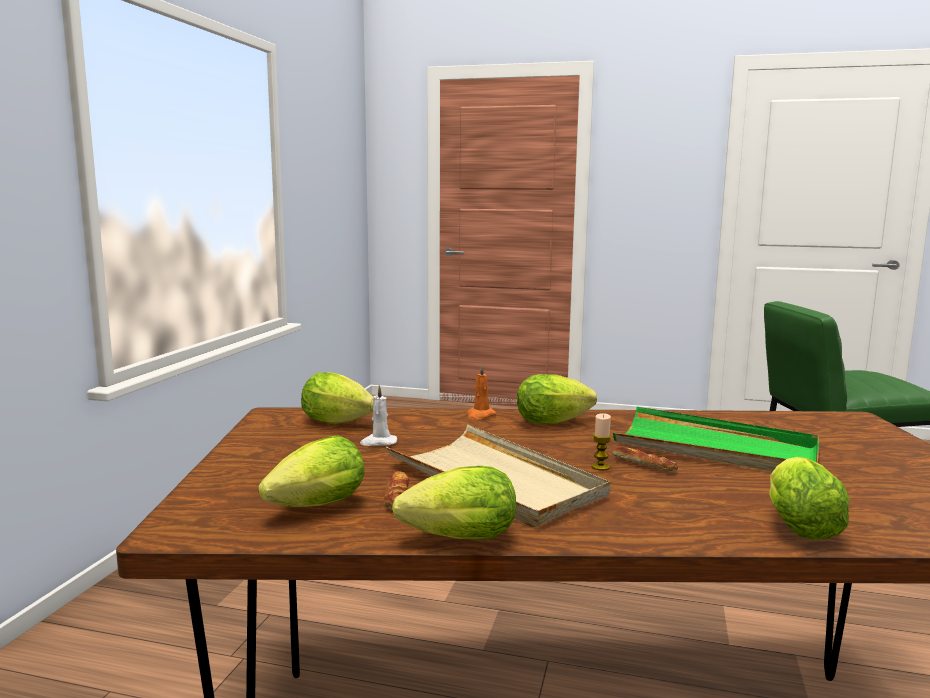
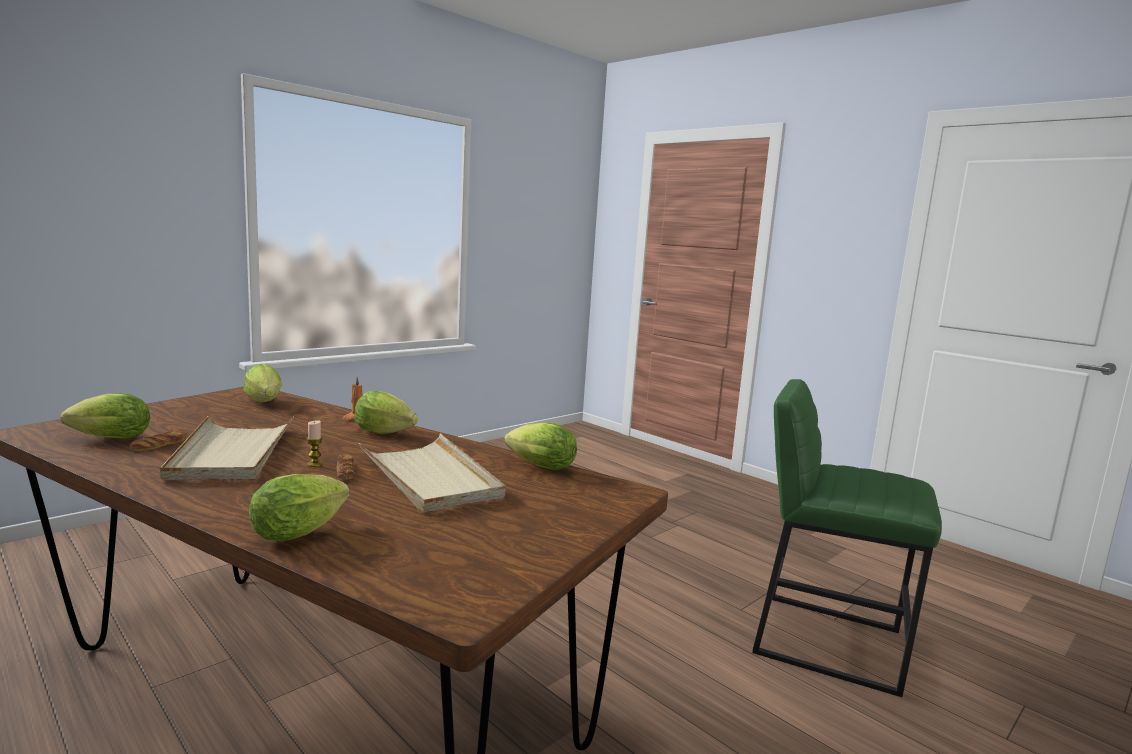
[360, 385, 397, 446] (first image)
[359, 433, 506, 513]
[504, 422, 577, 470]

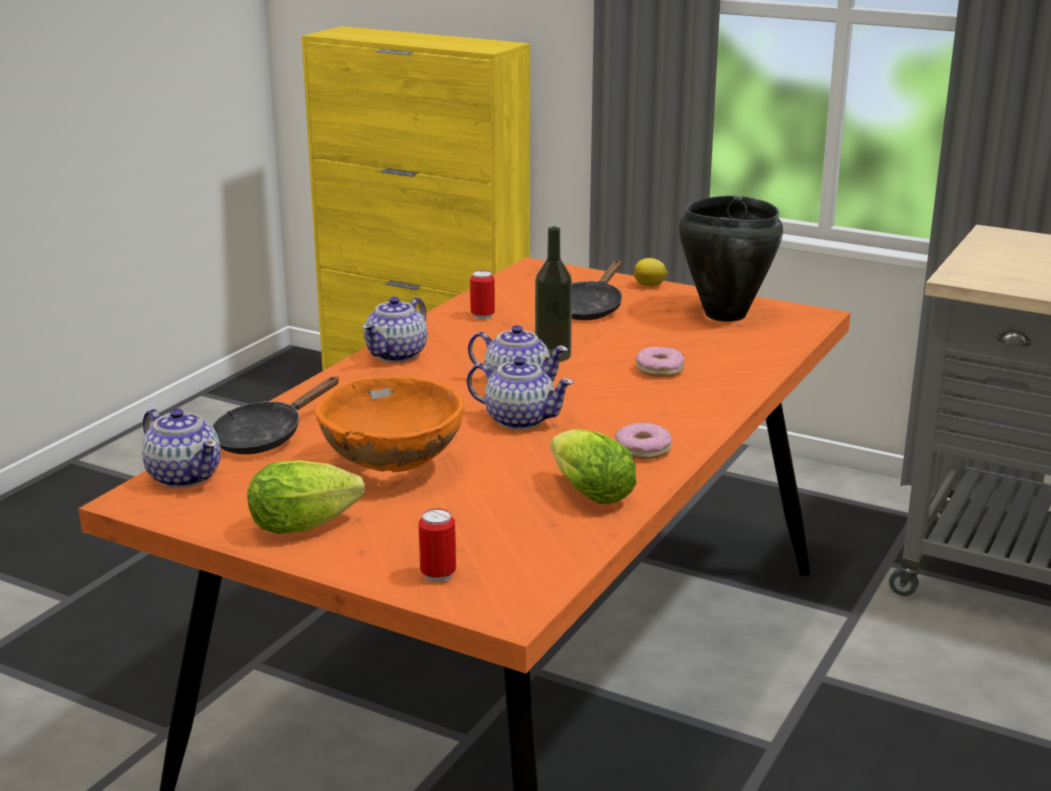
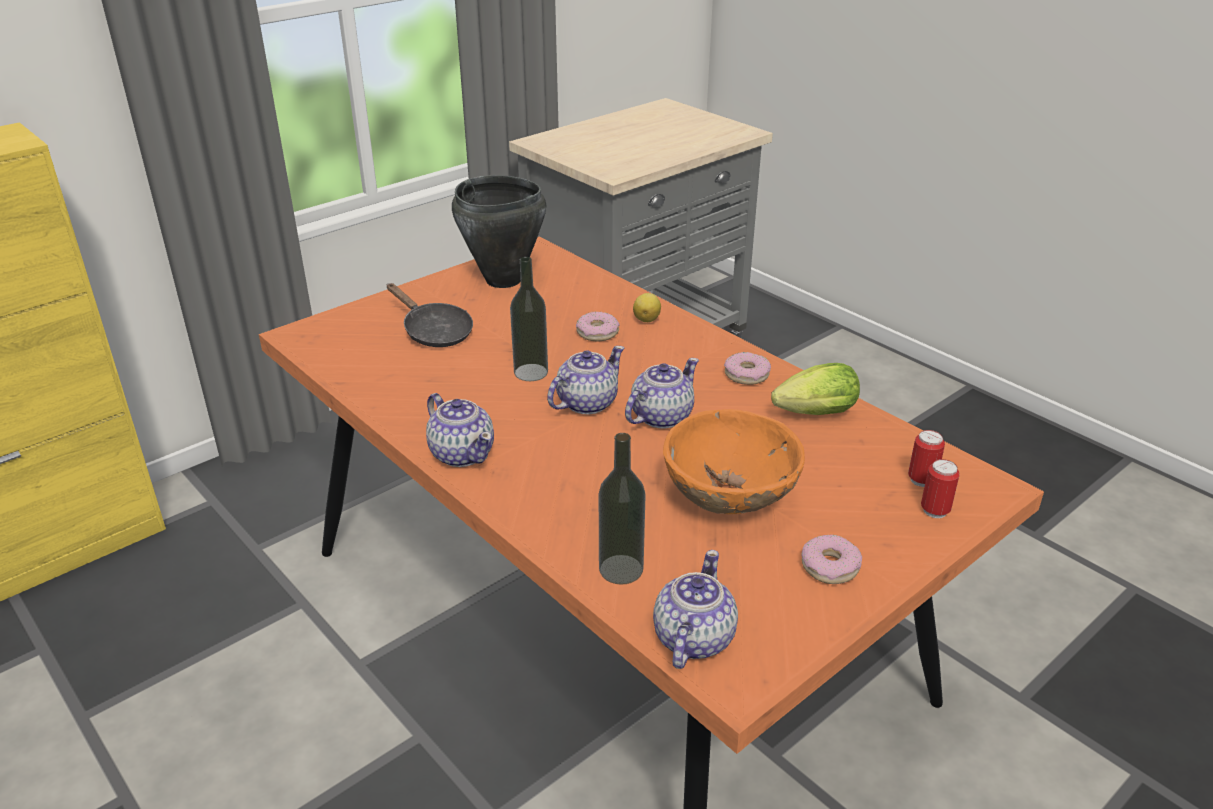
[633, 293, 661, 322]
[908, 430, 945, 487]
[599, 433, 646, 585]
[653, 550, 738, 669]
[801, 535, 862, 584]

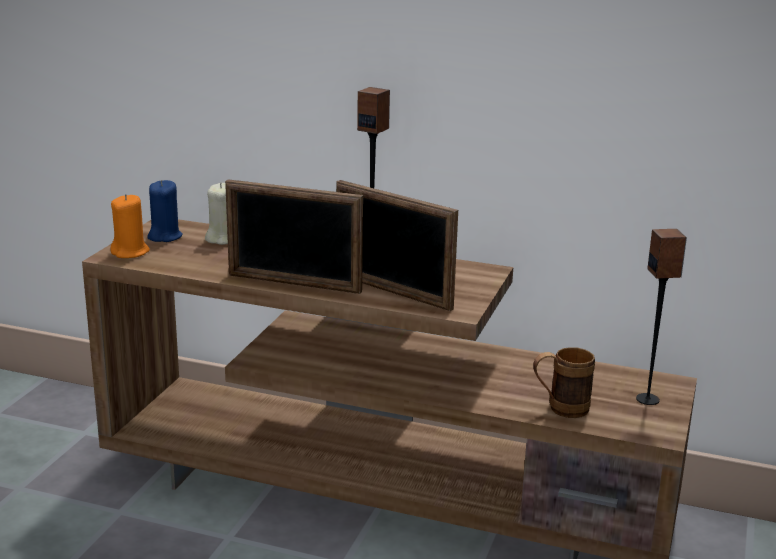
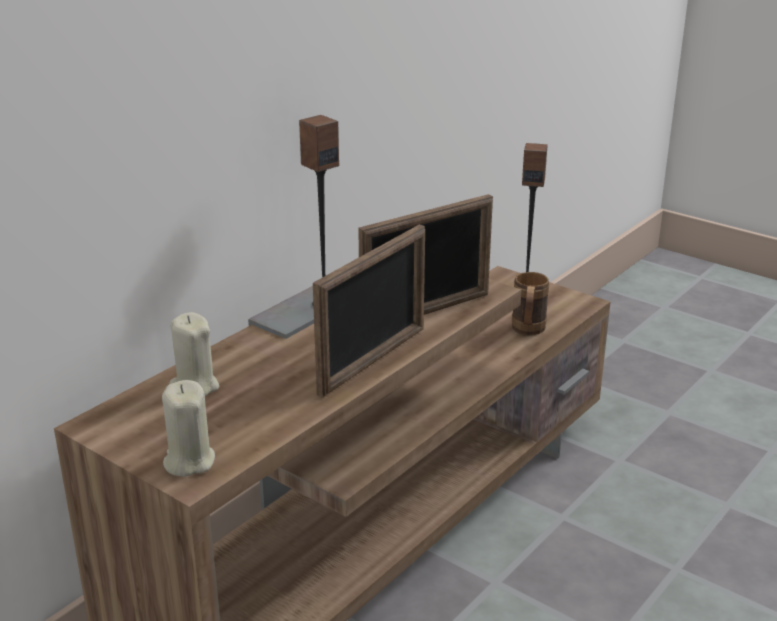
[147, 180, 183, 242] (first image)
[162, 380, 215, 477]

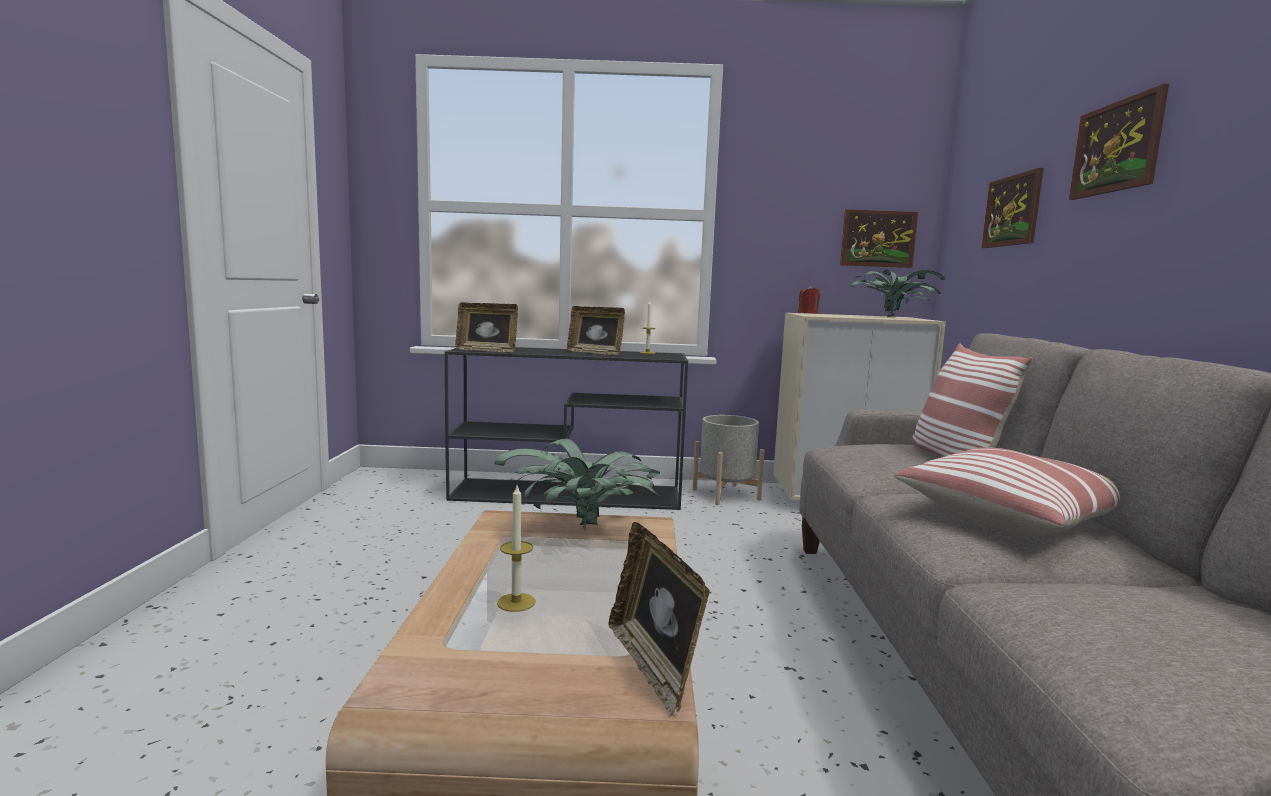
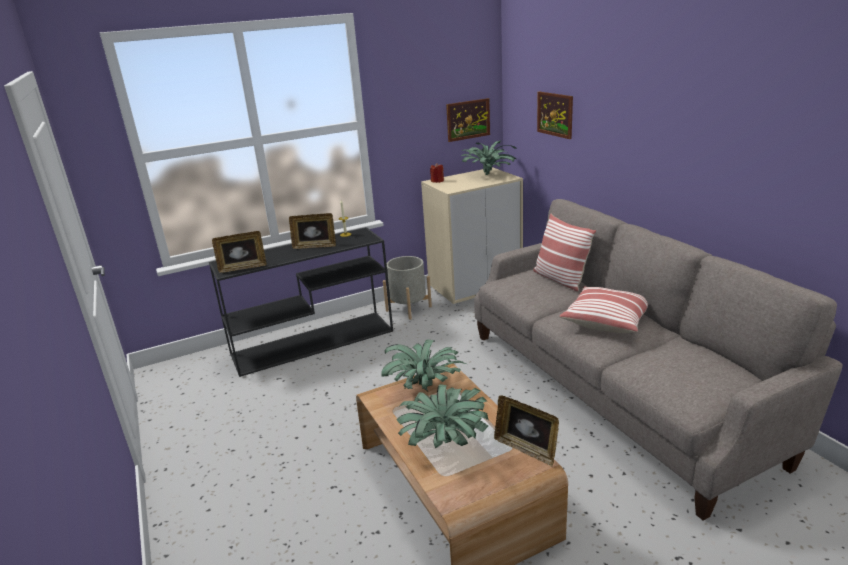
[1069, 84, 1169, 200] (first image)
[396, 384, 489, 449]

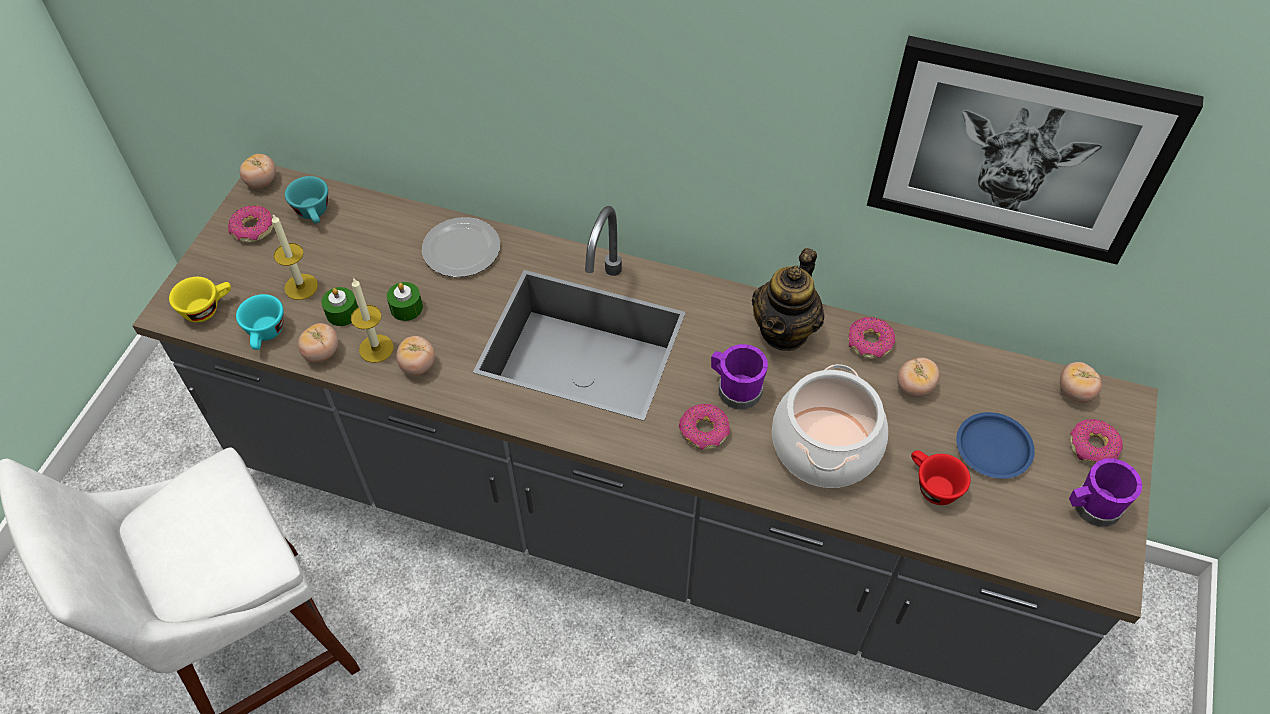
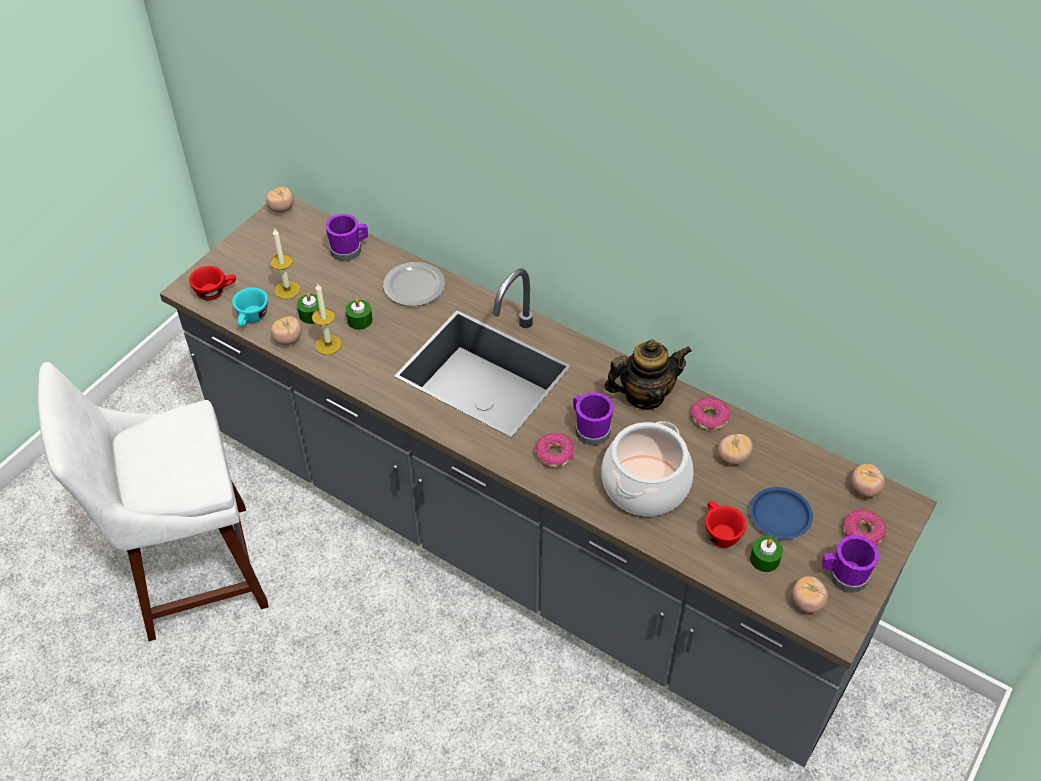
[867, 36, 1203, 264] (first image)
[285, 176, 328, 223] (first image)
[228, 205, 274, 242] (first image)
[604, 340, 692, 410]
[189, 266, 236, 300]
[792, 576, 828, 613]
[326, 214, 368, 262]
[750, 536, 783, 572]

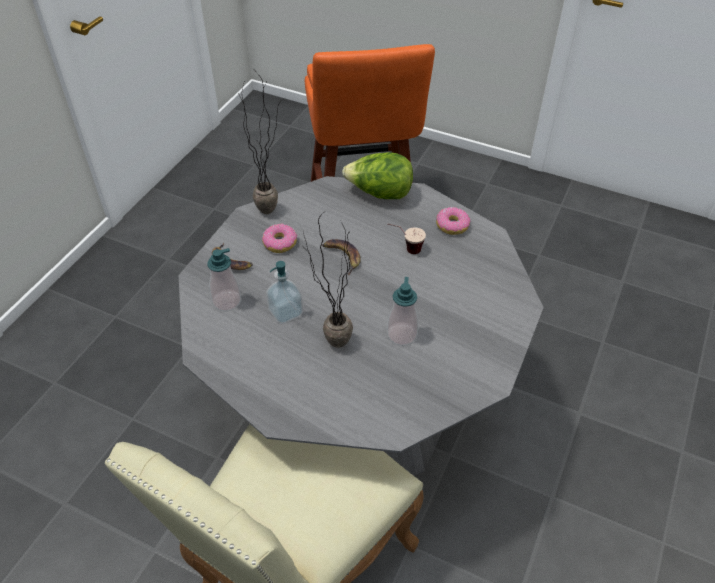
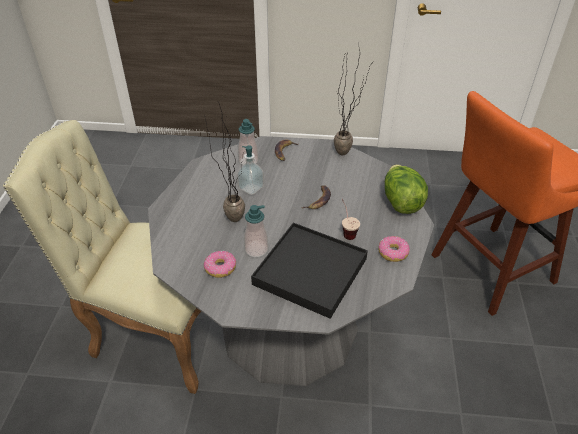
[204, 250, 236, 278]
[251, 223, 368, 319]

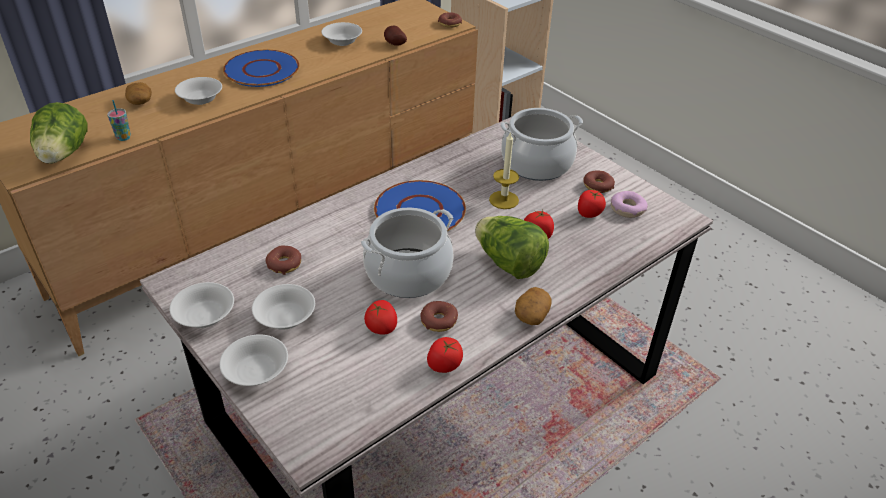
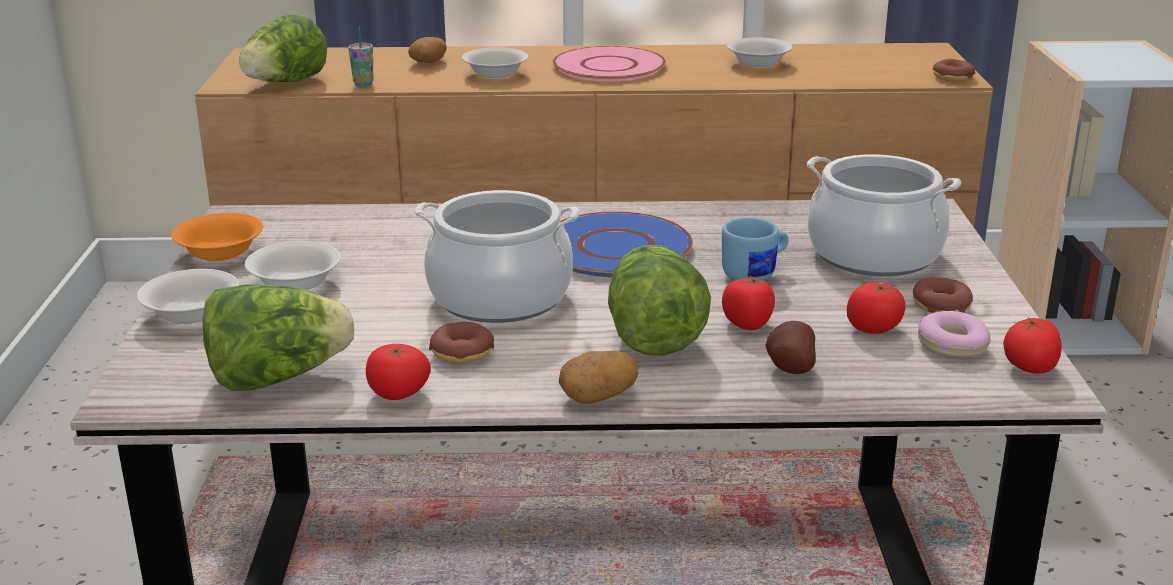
[765, 321, 816, 374]
[553, 46, 666, 82]
[722, 218, 788, 281]
[266, 246, 301, 275] (first image)
[171, 213, 263, 261]
[1003, 318, 1062, 374]
[202, 284, 354, 391]

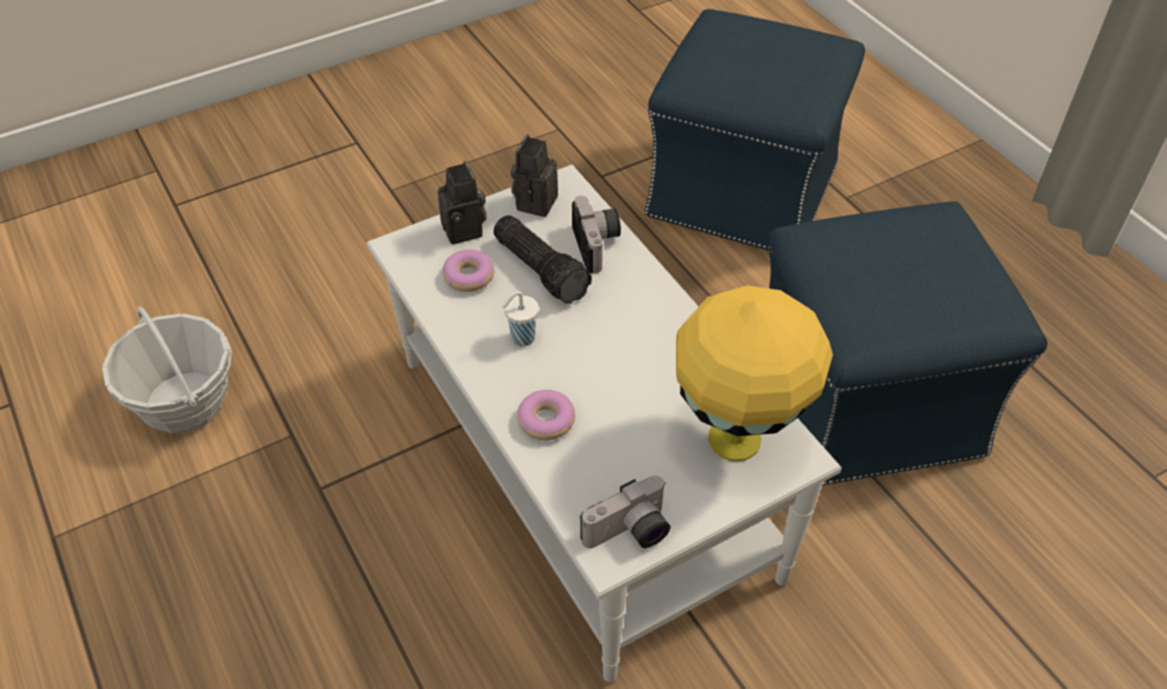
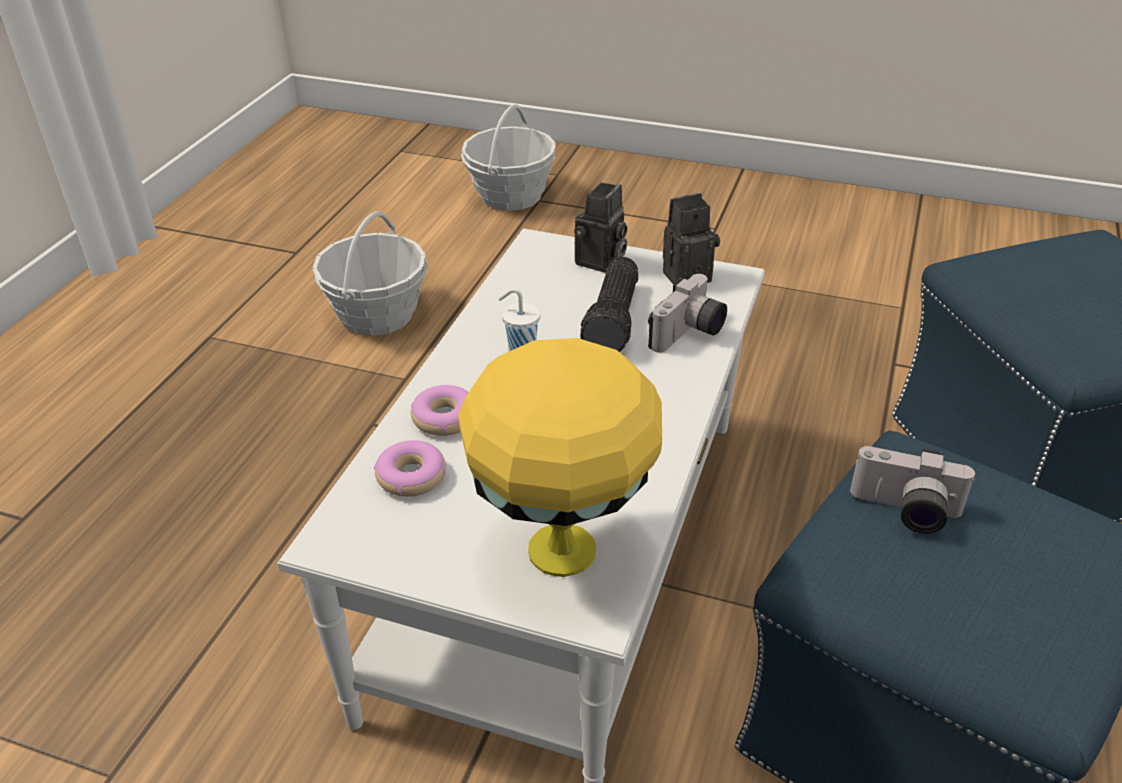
[374, 440, 446, 497]
[850, 446, 976, 534]
[461, 104, 556, 211]

